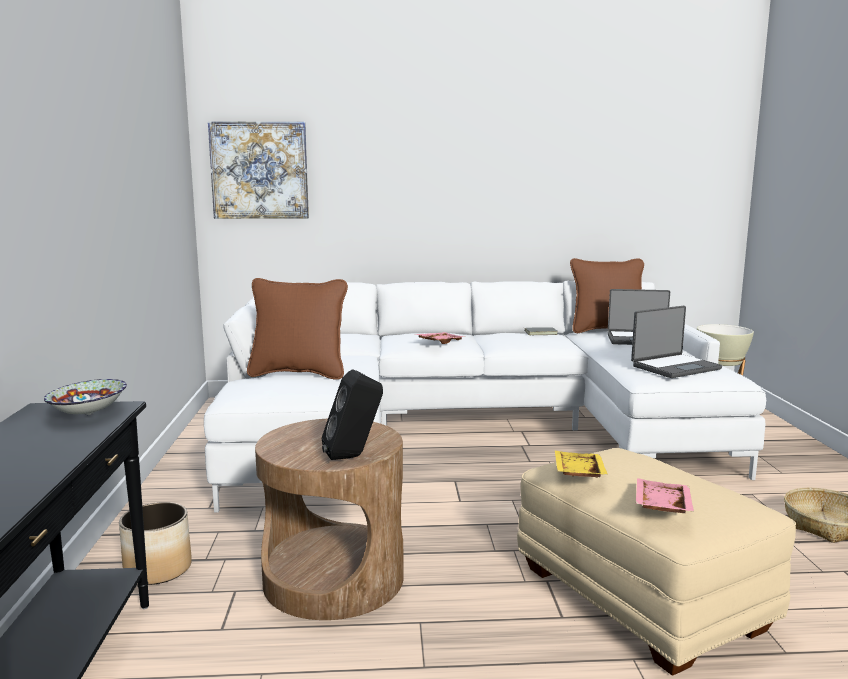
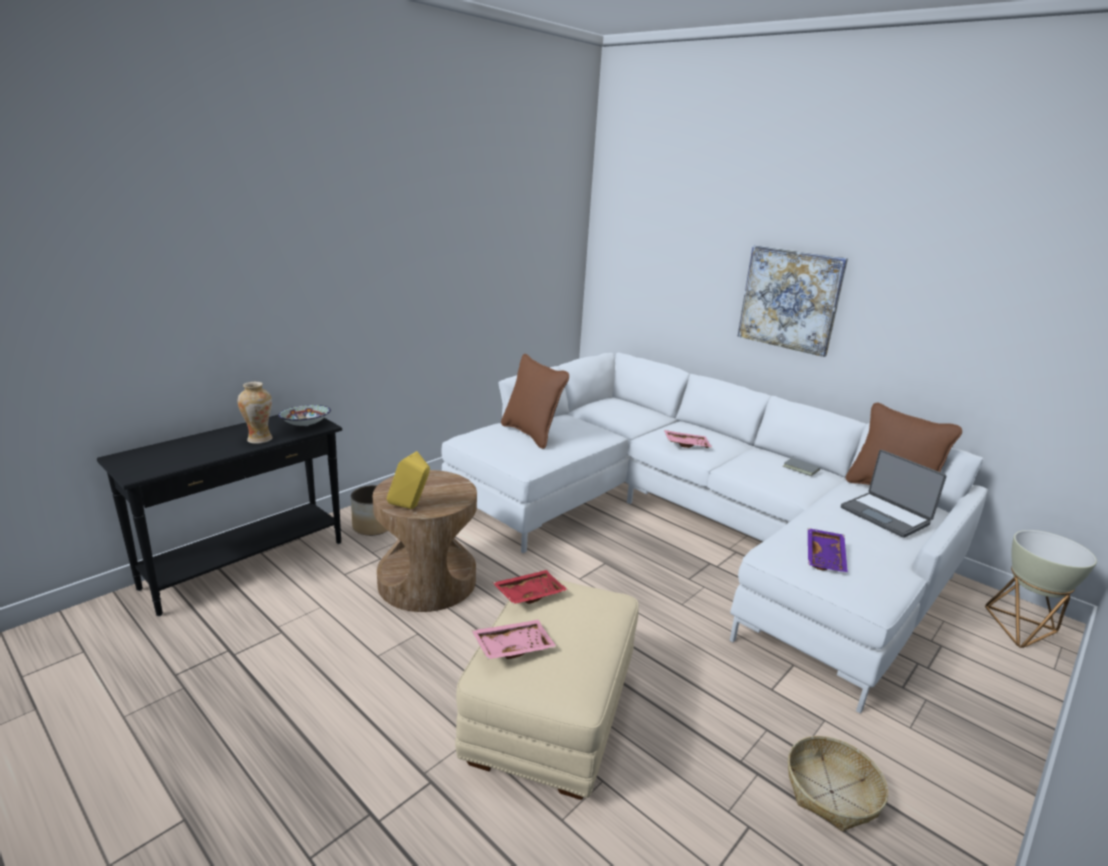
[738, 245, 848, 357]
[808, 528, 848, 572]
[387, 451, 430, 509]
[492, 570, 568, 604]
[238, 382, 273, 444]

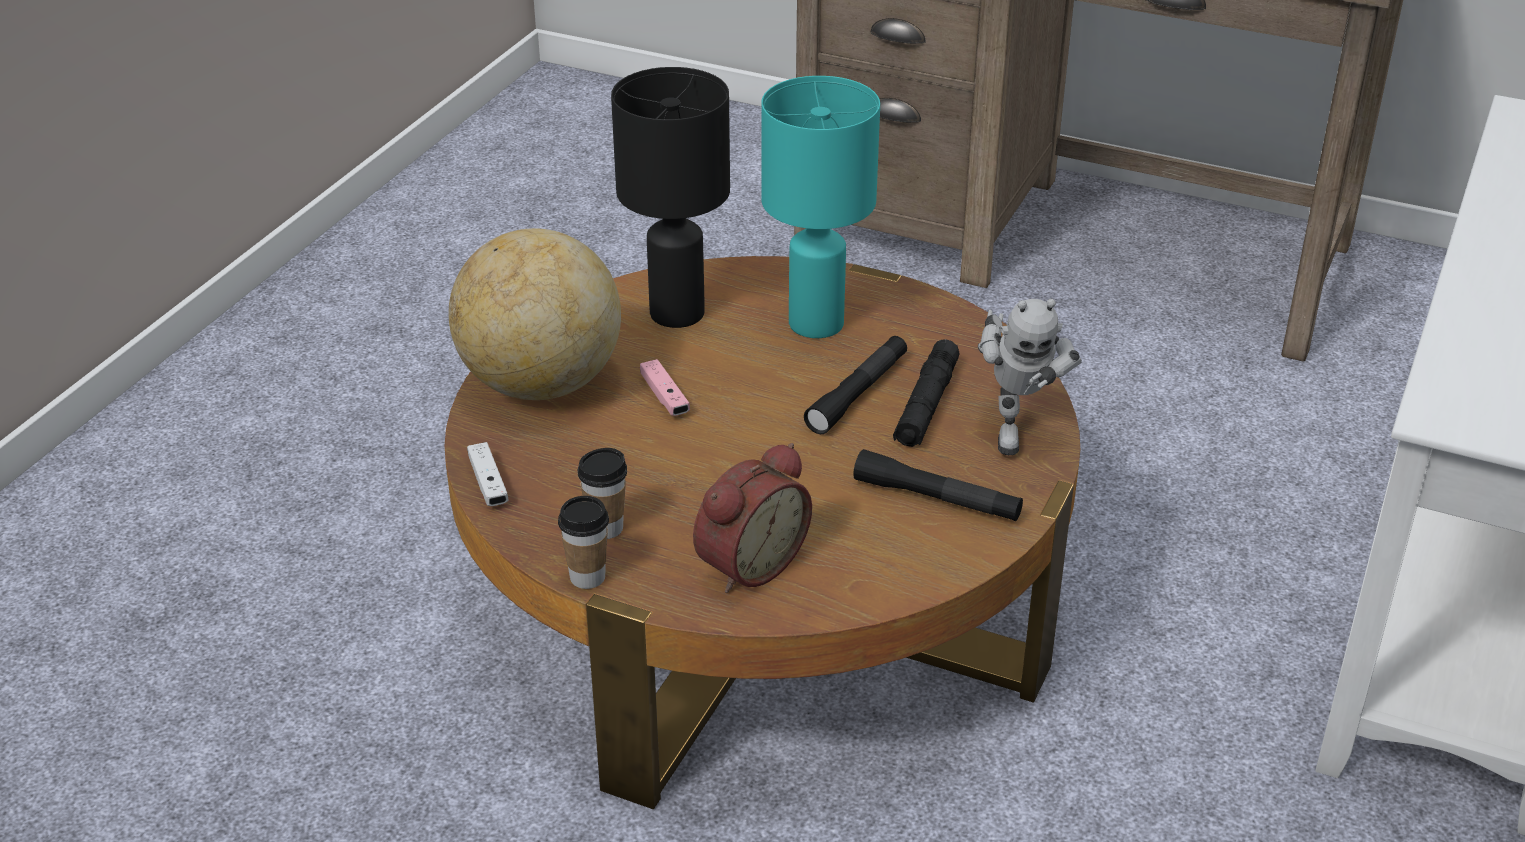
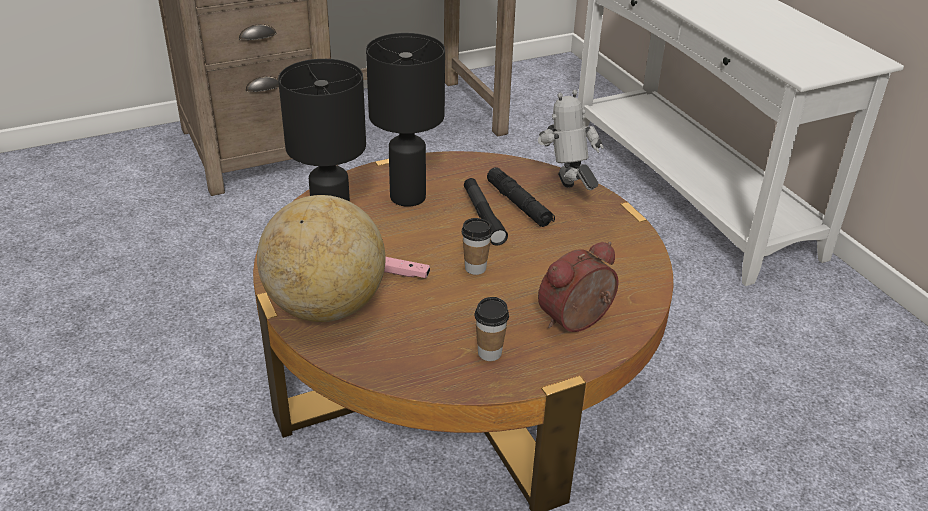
[366, 33, 445, 207]
[538, 90, 604, 190]
[467, 442, 509, 506] (first image)
[538, 242, 619, 332]
[853, 449, 1023, 521] (first image)
[462, 218, 492, 275]

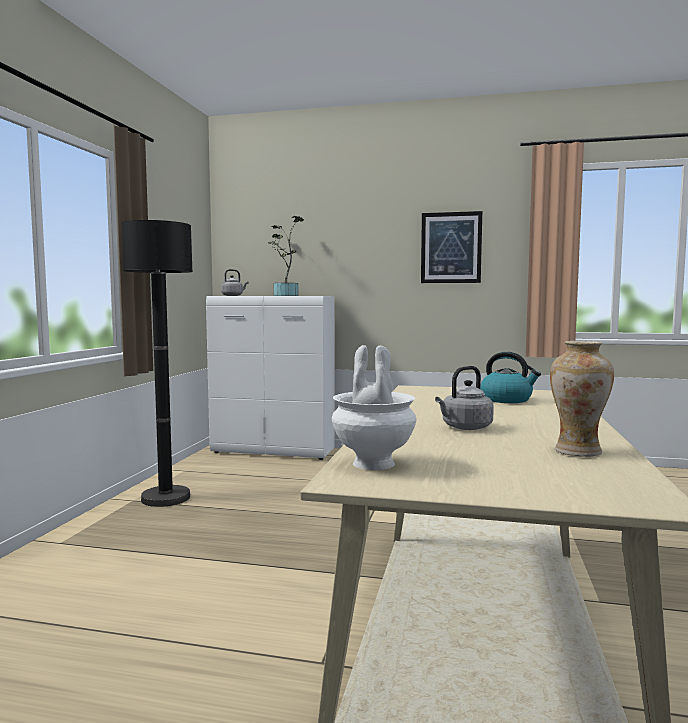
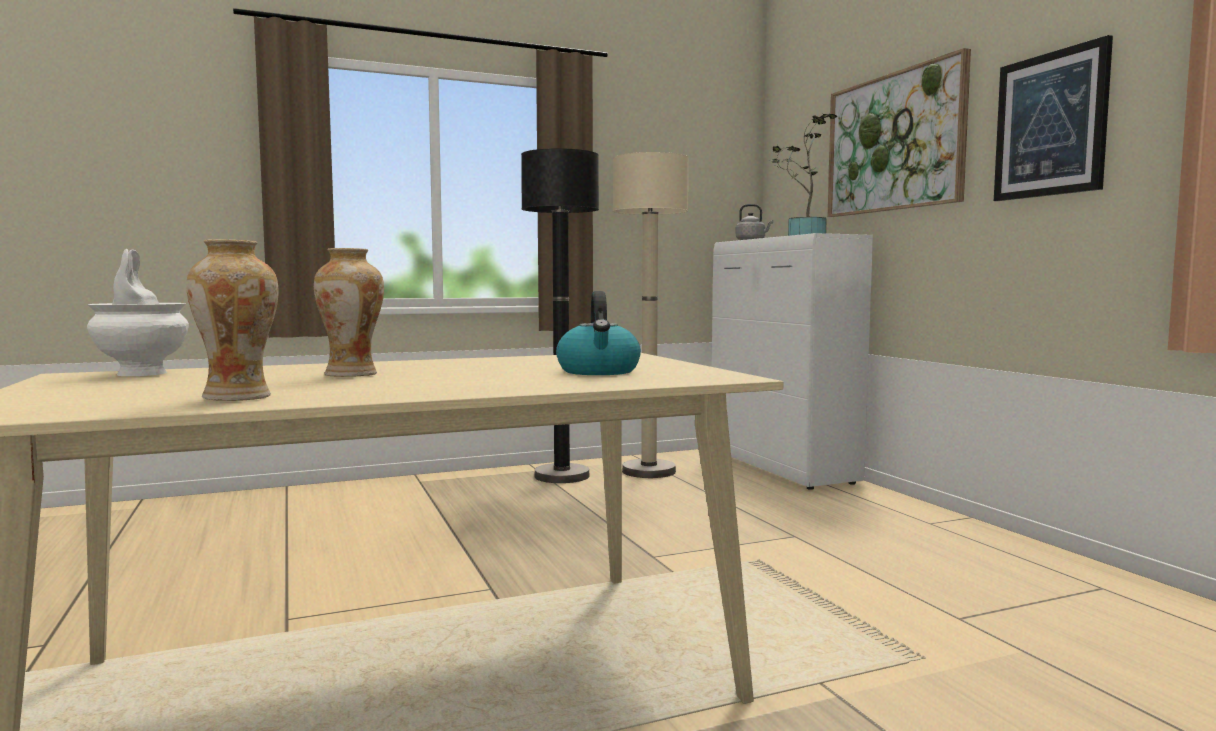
[314, 248, 384, 377]
[827, 48, 971, 217]
[613, 152, 688, 478]

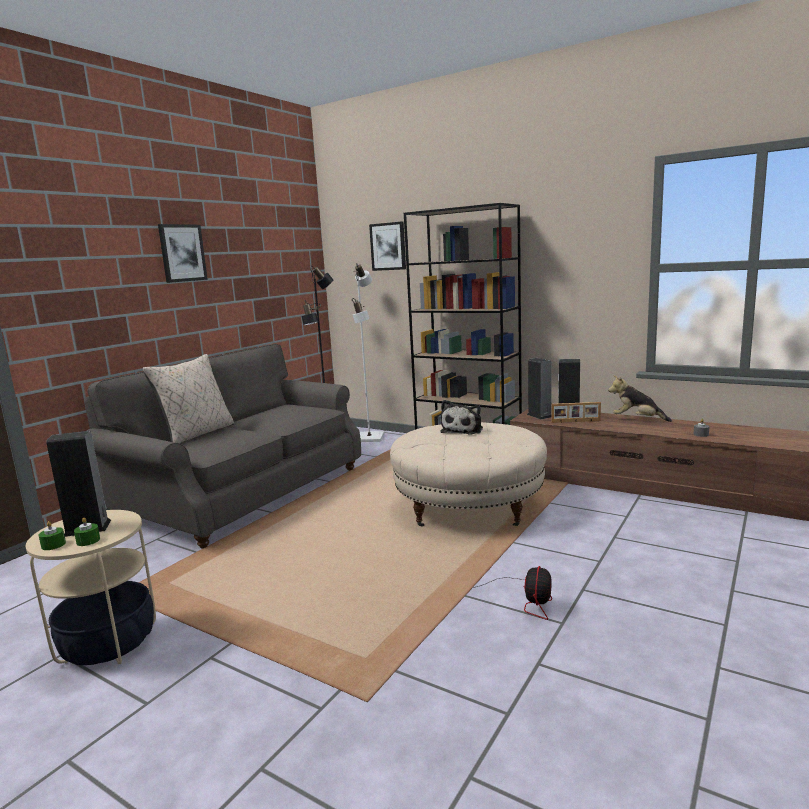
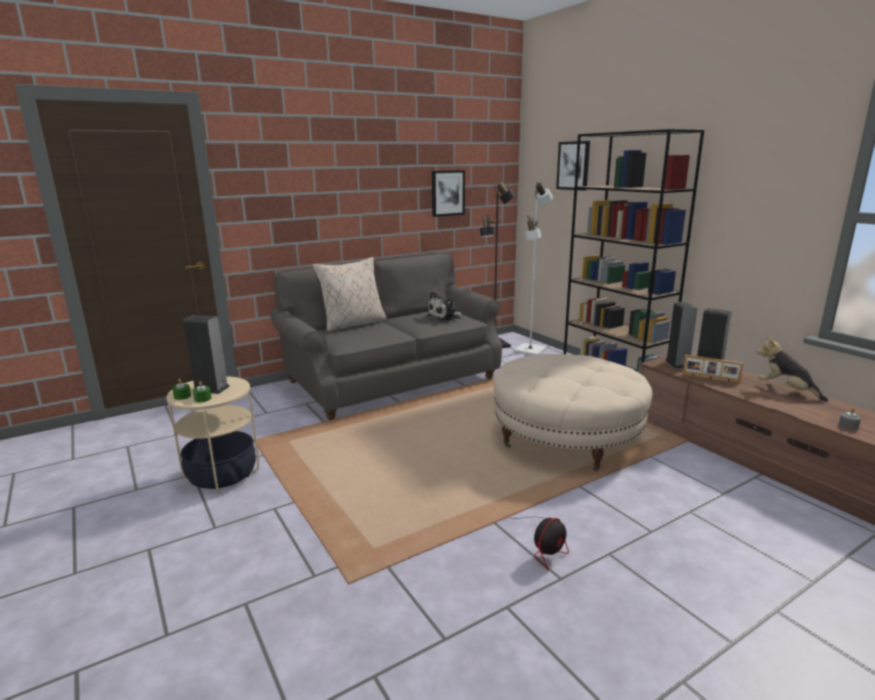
[432, 170, 465, 217]
[426, 292, 461, 321]

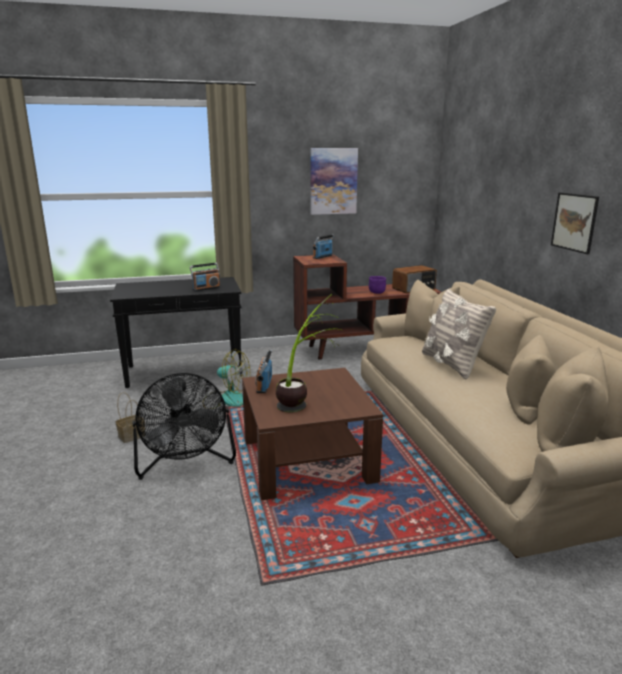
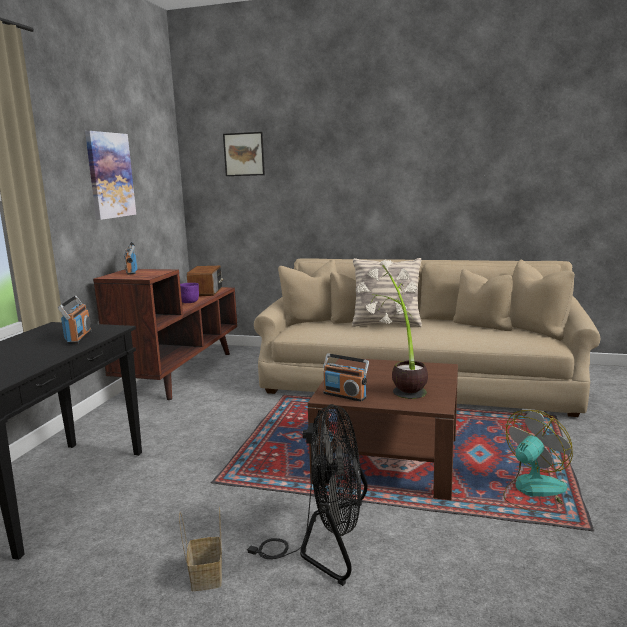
[223, 132, 265, 176]
[504, 410, 573, 514]

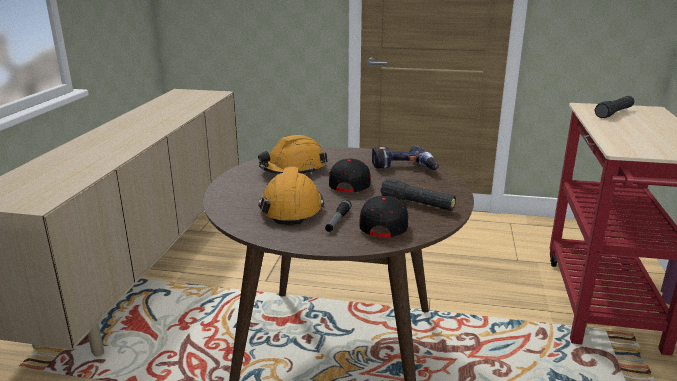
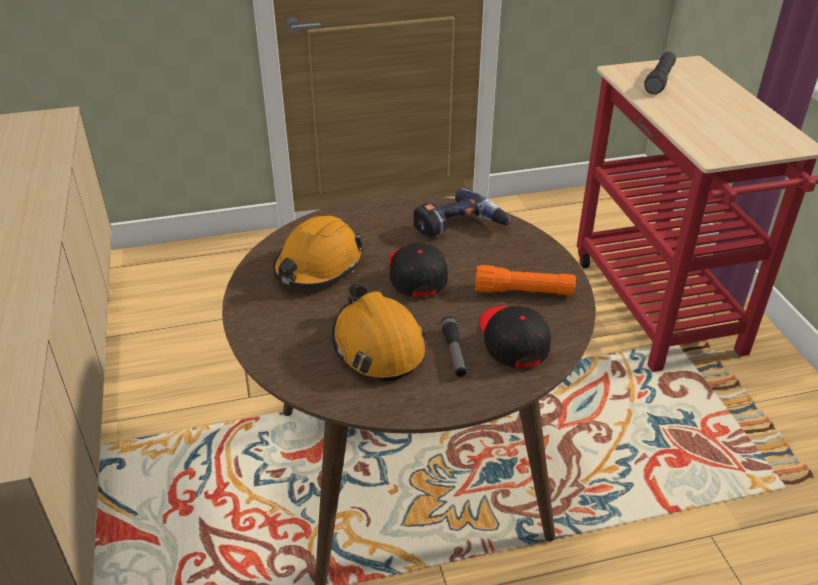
[475, 265, 576, 295]

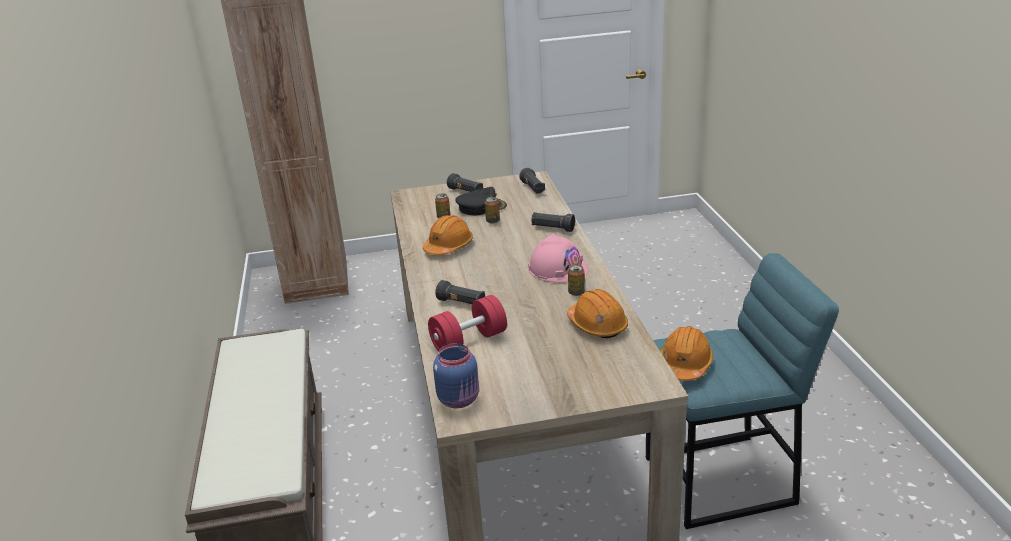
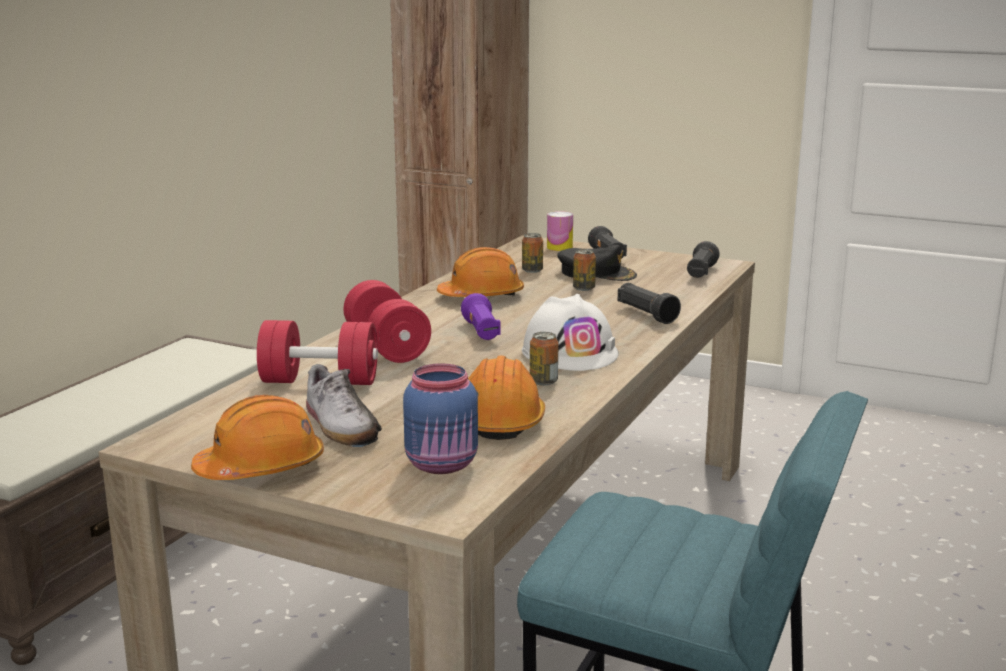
[522, 294, 619, 371]
[344, 280, 431, 363]
[191, 395, 324, 480]
[403, 363, 478, 474]
[547, 211, 573, 251]
[461, 293, 501, 340]
[306, 364, 382, 447]

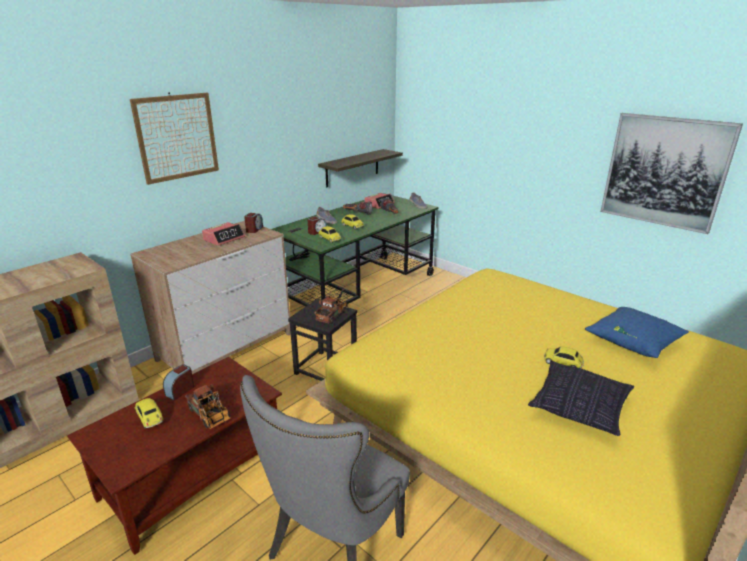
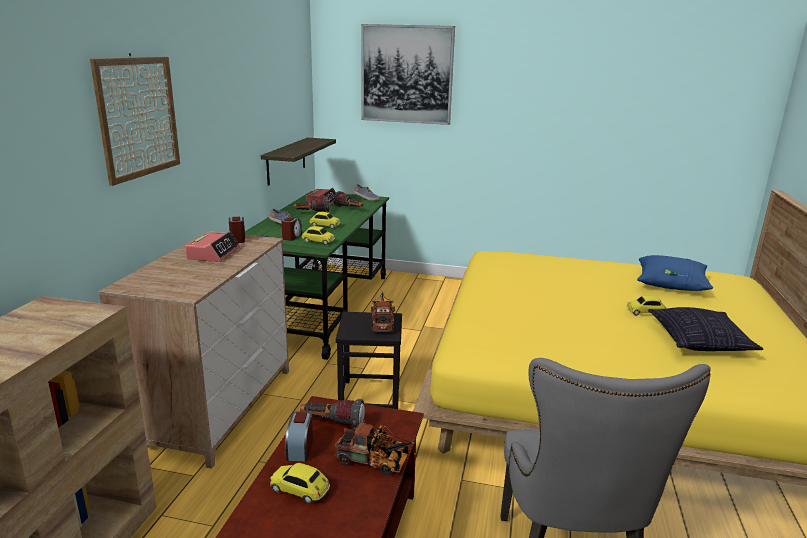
[361, 24, 455, 125]
[300, 399, 365, 429]

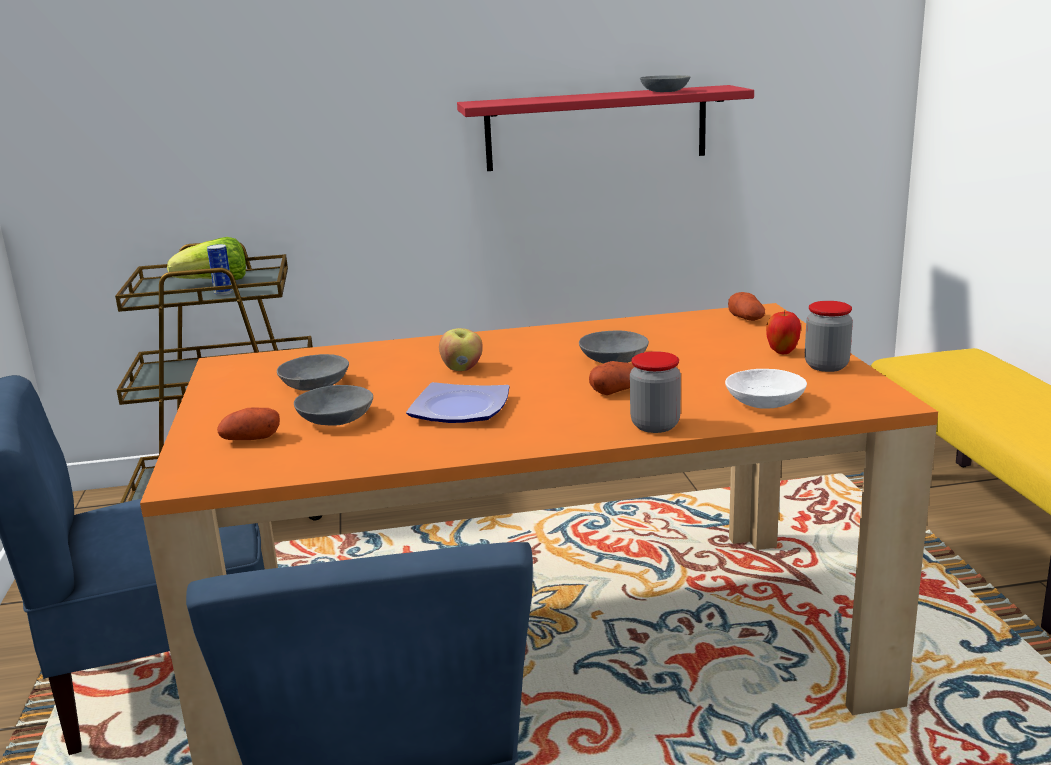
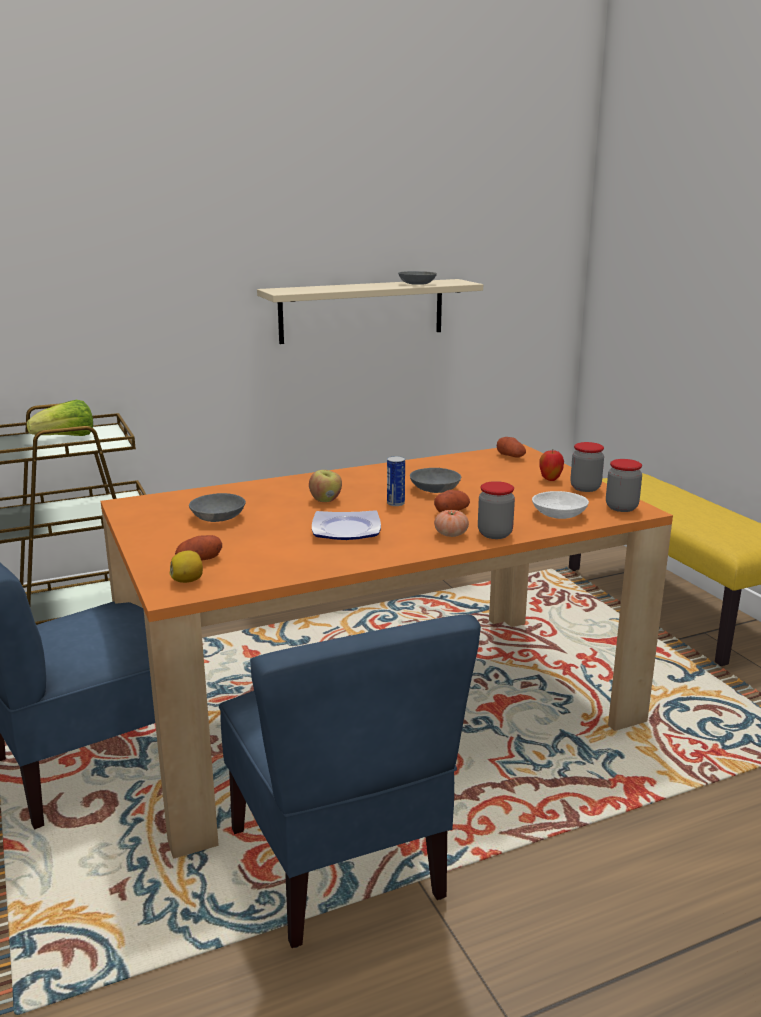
[257, 279, 483, 344]
[387, 456, 405, 506]
[294, 385, 373, 426] (first image)
[606, 459, 642, 512]
[434, 510, 469, 537]
[169, 551, 203, 583]

